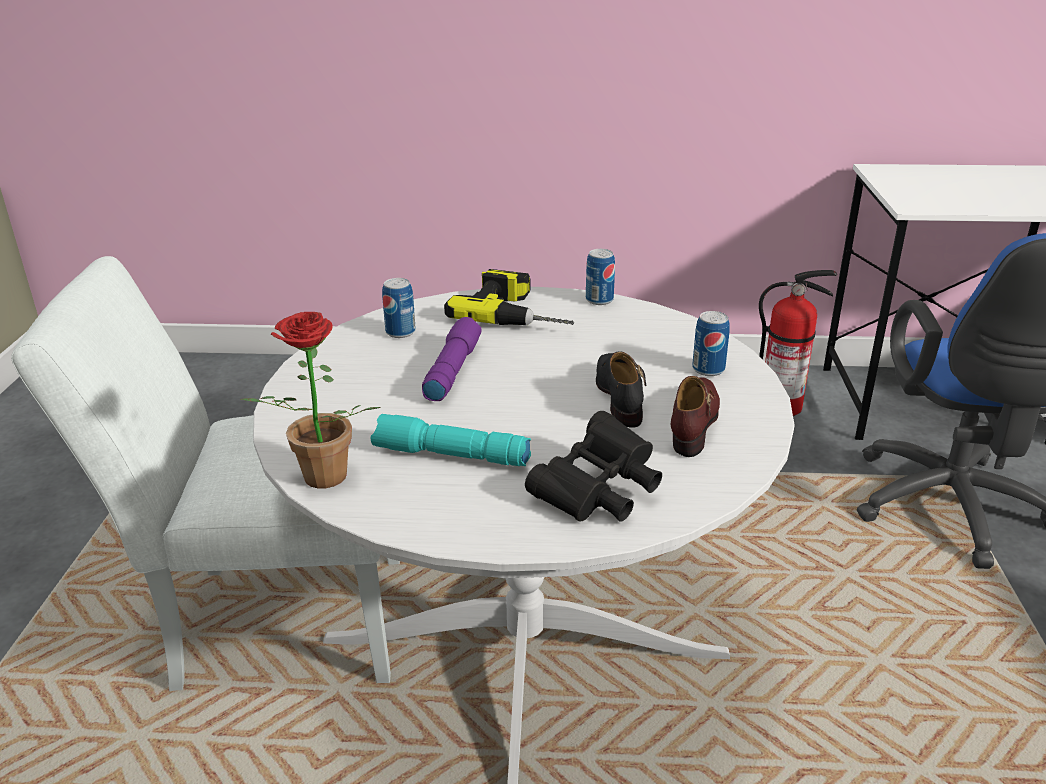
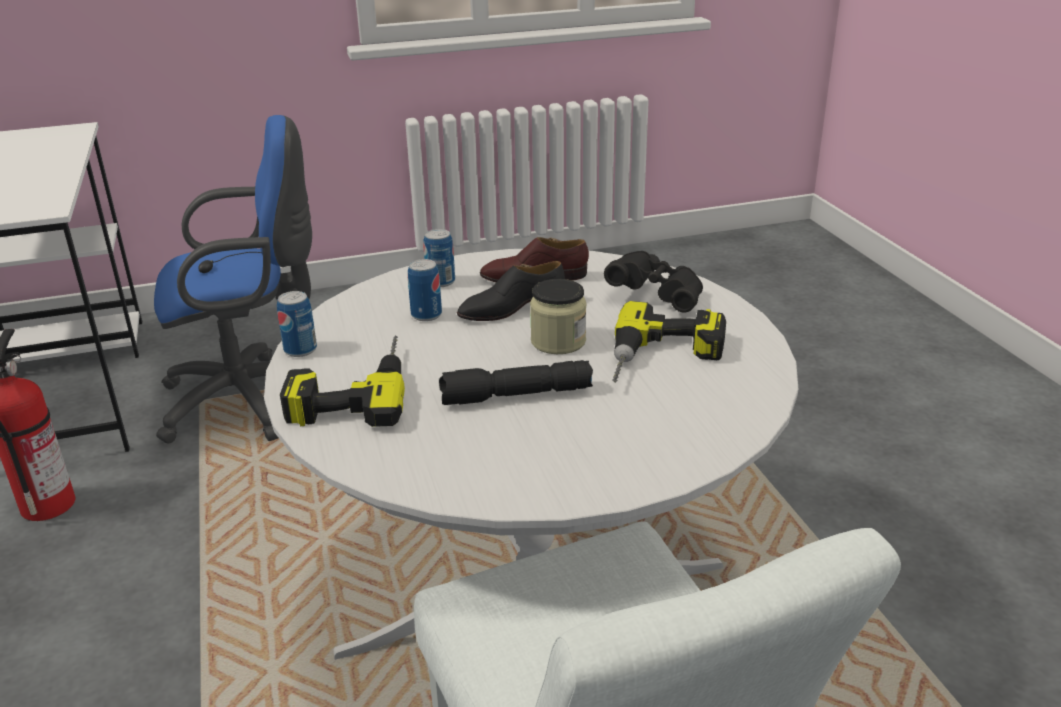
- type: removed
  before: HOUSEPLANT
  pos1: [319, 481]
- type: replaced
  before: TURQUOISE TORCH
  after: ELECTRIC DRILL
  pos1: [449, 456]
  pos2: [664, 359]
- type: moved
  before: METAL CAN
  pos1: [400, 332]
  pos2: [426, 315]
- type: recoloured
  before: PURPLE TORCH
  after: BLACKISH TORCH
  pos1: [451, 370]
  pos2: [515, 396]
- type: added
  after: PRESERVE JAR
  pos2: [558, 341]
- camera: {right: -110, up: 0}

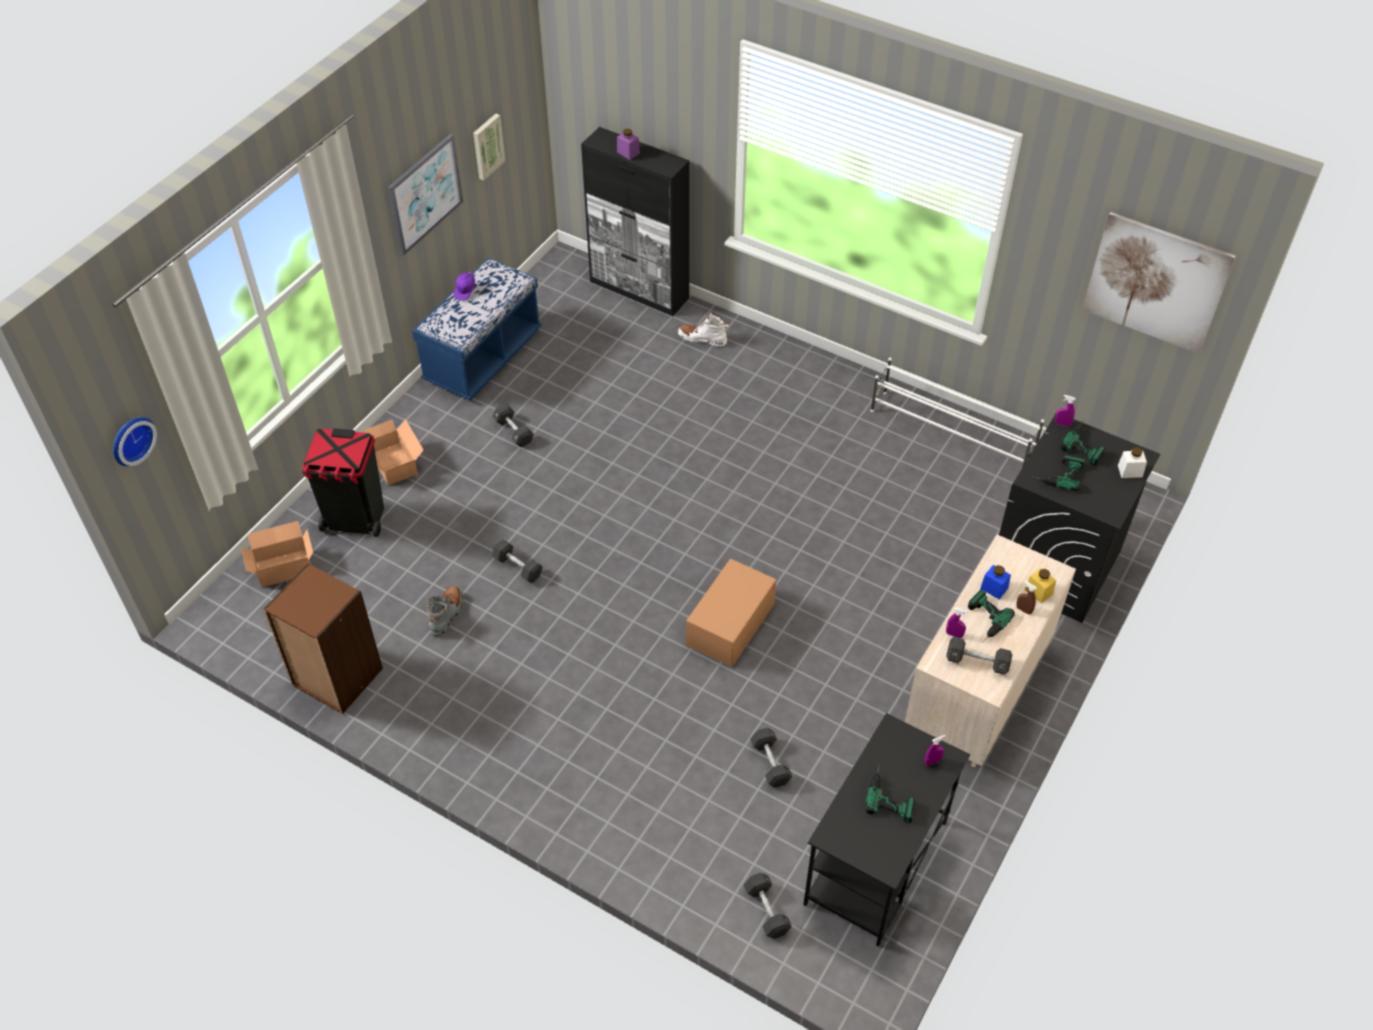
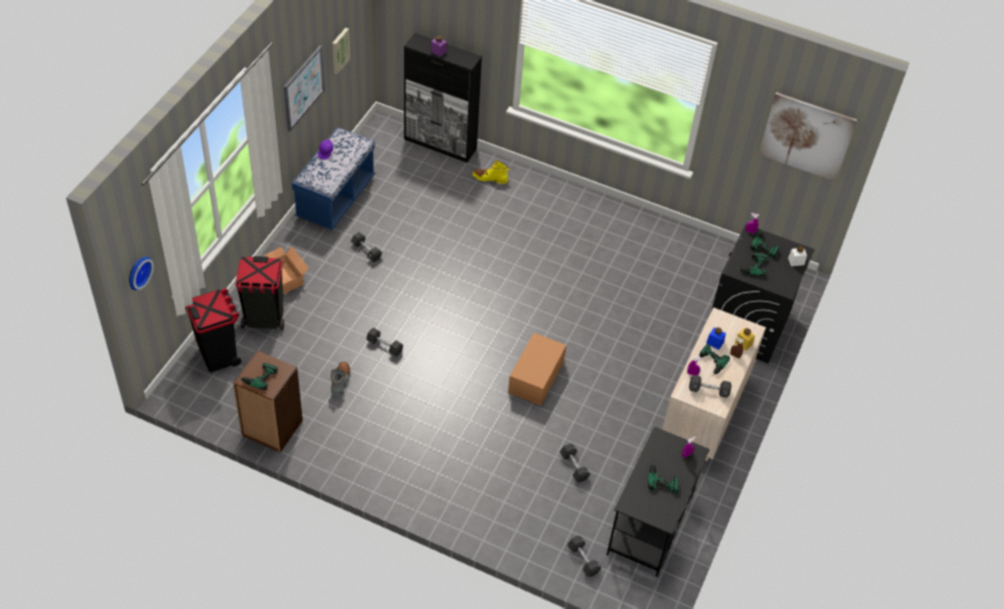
- type: replaced
  before: CARTON
  after: BLACKISH TRASH CAN
  pos1: [282, 566]
  pos2: [218, 354]
- type: recoloured
  before: WHITE-COLOURED HIGH-TOP BOOT
  after: YELLOW HIGH-TOP BOOT
  pos1: [702, 338]
  pos2: [490, 178]
- type: removed
  before: WHITE-COLOURED SHOE STAND
  pos1: [952, 433]
- type: added
  after: ELECTRIC DRILL
  pos2: [256, 376]
- camera: {right: -10, up: 0}

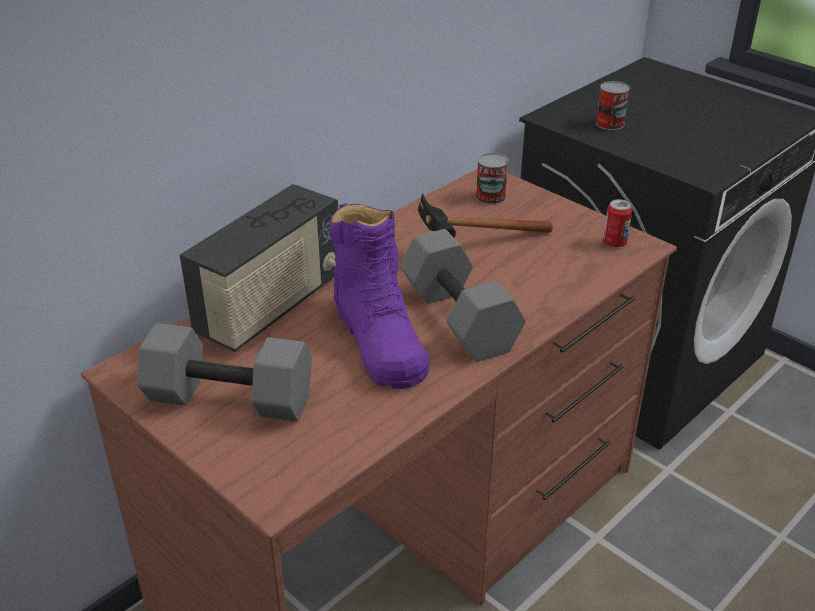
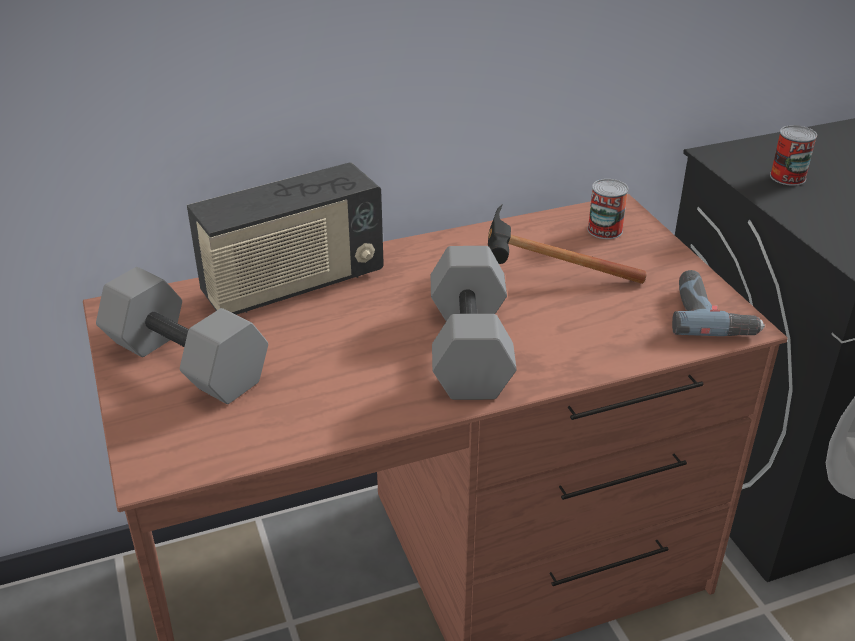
- type: removed
  before: PURPLE HIGH-TOP BOOT
  pos1: [379, 340]
- type: replaced
  before: METAL CAN
  after: ELECTRIC DRILL
  pos1: [614, 243]
  pos2: [711, 314]
- camera: {right: 25, up: 0}

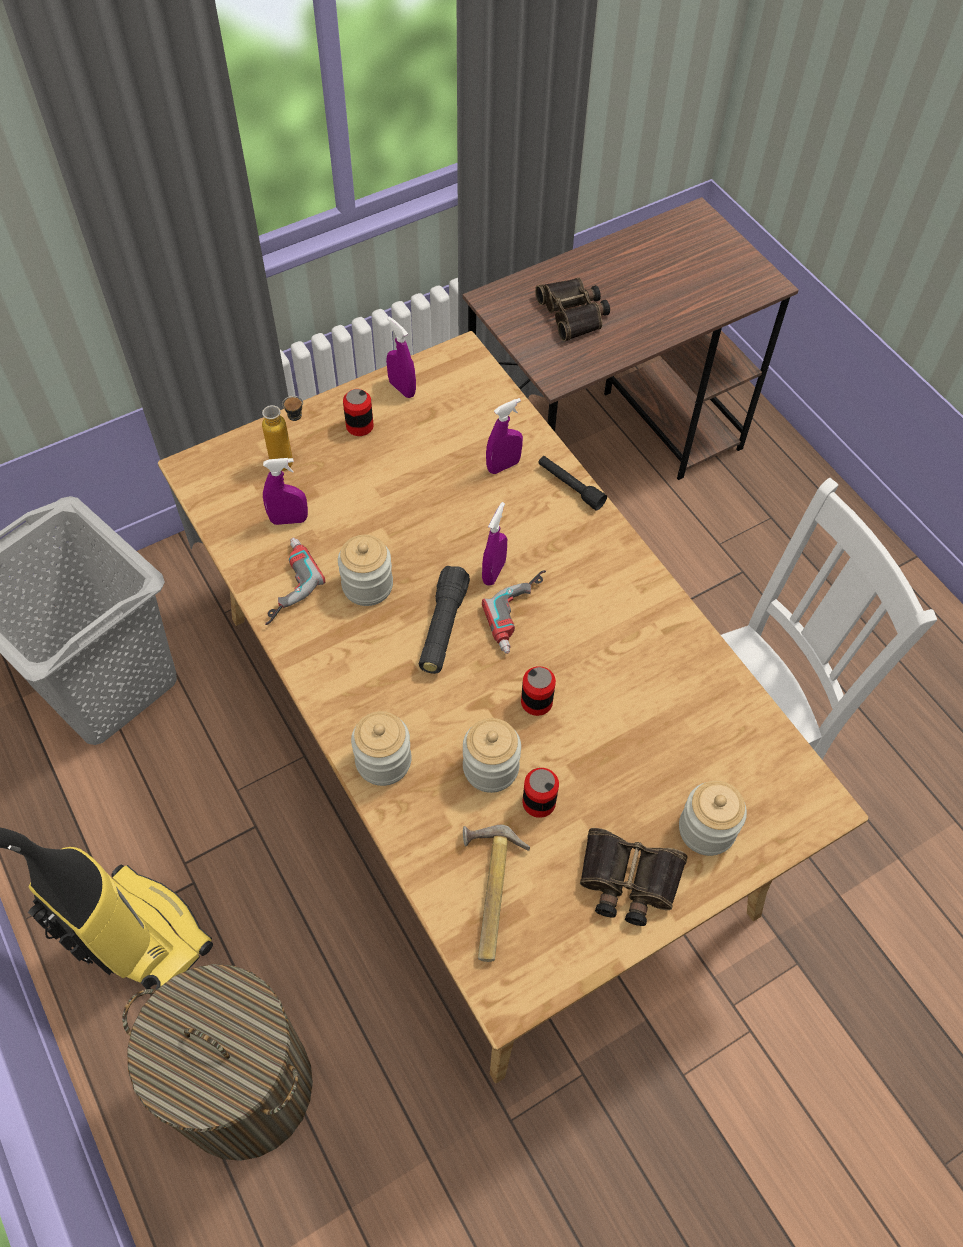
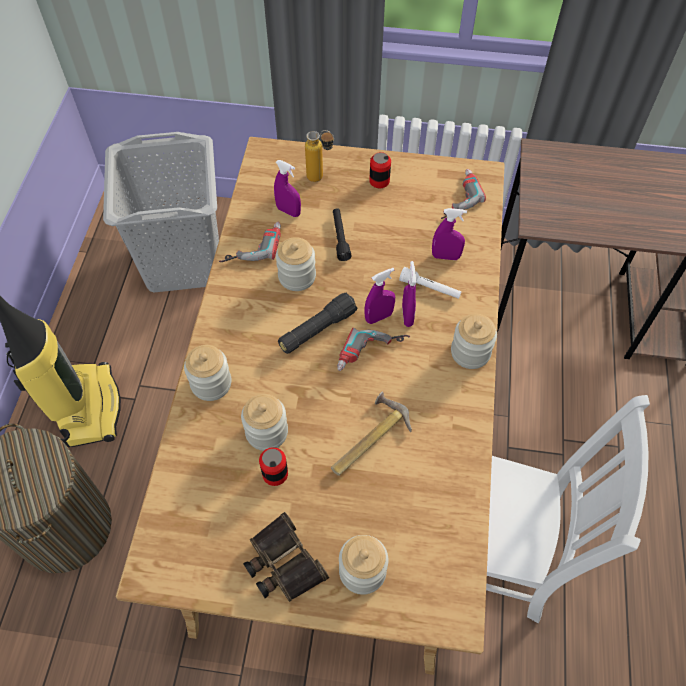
- type: moved
  before: PURPLE HAND SPRAYER
  pos1: [402, 389]
  pos2: [407, 316]
- type: moved
  before: TOOL HAMMER
  pos1: [487, 893]
  pos2: [367, 438]
- type: removed
  before: METAL CAN
  pos1: [536, 702]
- type: removed
  before: BINOCULARS
  pos1: [574, 314]
- type: moved
  before: BLACKISH TORCH
  pos1: [570, 487]
  pos2: [340, 237]
- type: added
  after: WHITE-COLOURED TORCH
  pos2: [430, 288]
- type: added
  after: ELECTRIC DRILL
  pos2: [455, 196]
- type: added
  after: PRESERVE JAR
  pos2: [470, 352]
- camera: {right: 40, up: 0}

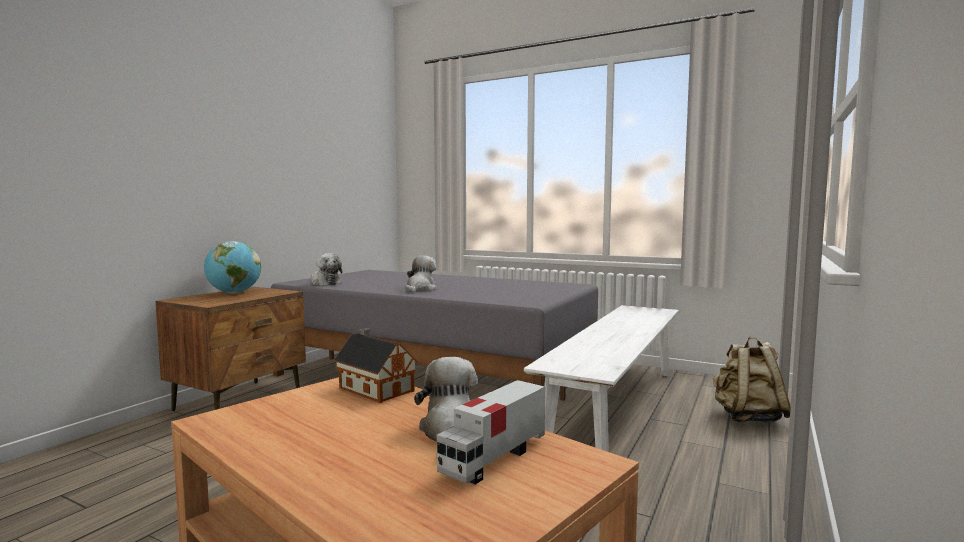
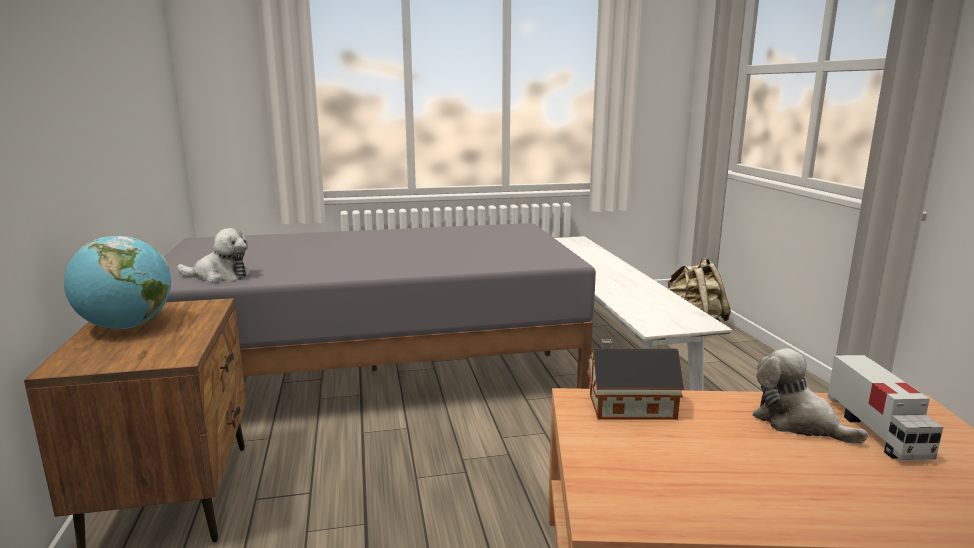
- type: removed
  before: PLUSH TOY
  pos1: [420, 289]
- camera: {right: -40, up: 10}

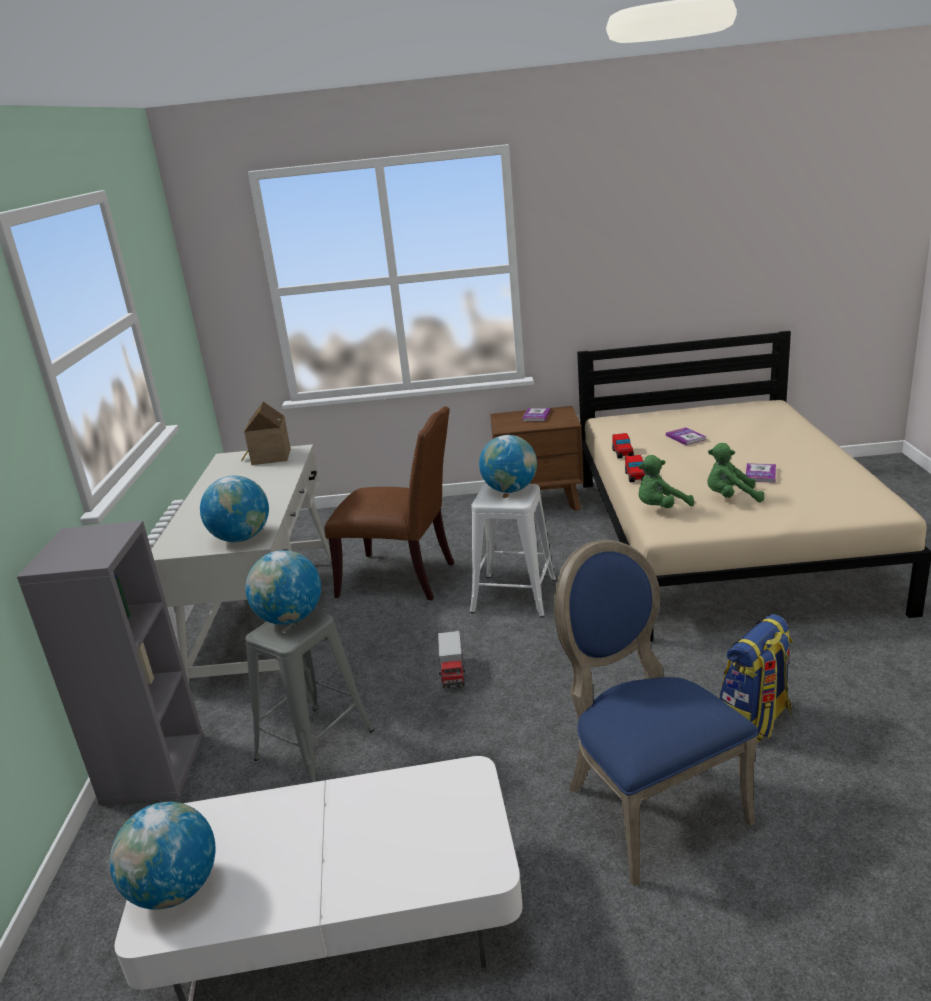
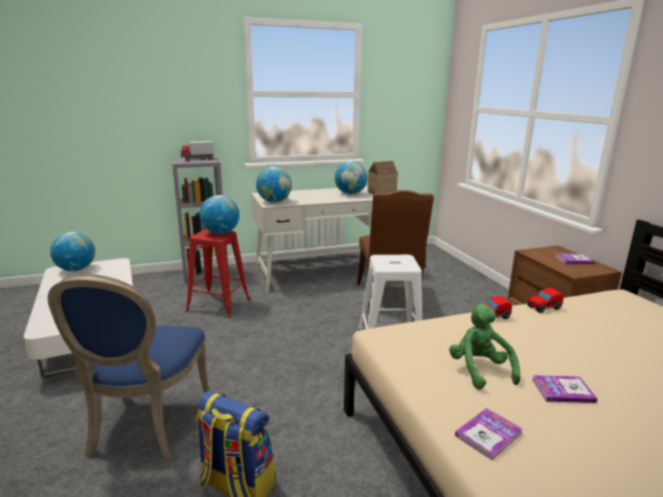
- type: recoloured
  before: GRAY STOOL
  after: REDDISH STOOL
  pos1: [314, 745]
  pos2: [218, 305]
- type: moved
  before: MODEL TRUCK
  pos1: [453, 674]
  pos2: [197, 159]
- type: moved
  before: WORLD GLOBE
  pos1: [510, 490]
  pos2: [350, 194]
- type: turned
  before: BLUE CHAIR
  pos1: [647, 804]
  pos2: [145, 426]
  turn: 135
- type: removed
  before: GREEN-COLOURED PLUSH TOY
  pos1: [660, 508]
- type: moved
  before: BOOK
  pos1: [685, 437]
  pos2: [488, 434]
- camera: {right: 70, up: -5}

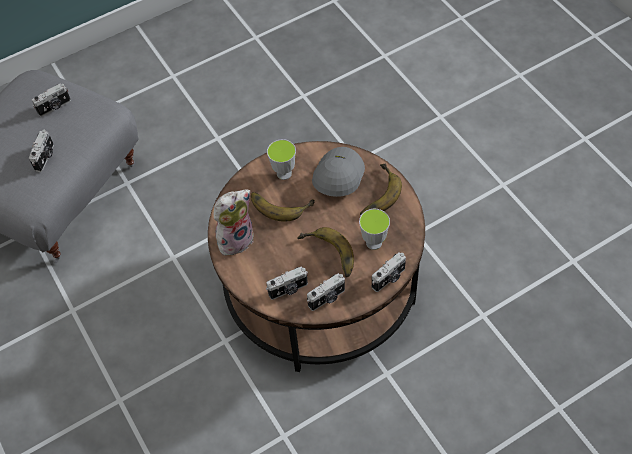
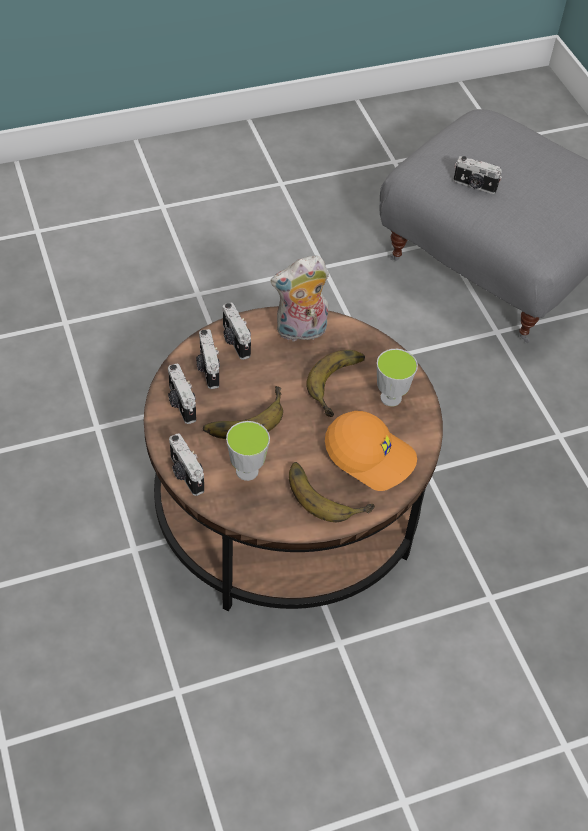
- type: moved
  before: STILL CAMERA
  pos1: [55, 107]
  pos2: [234, 341]
- type: turned
  before: PLUSH TOY
  pos1: [235, 238]
  pos2: [300, 332]
  turn: 105
- type: recoloured
  before: GRAY BASEBALL CAP
  after: ORANGE-COLOURED BASEBALL CAP
  pos1: [337, 176]
  pos2: [370, 455]
- camera: {right: 95, up: -5}

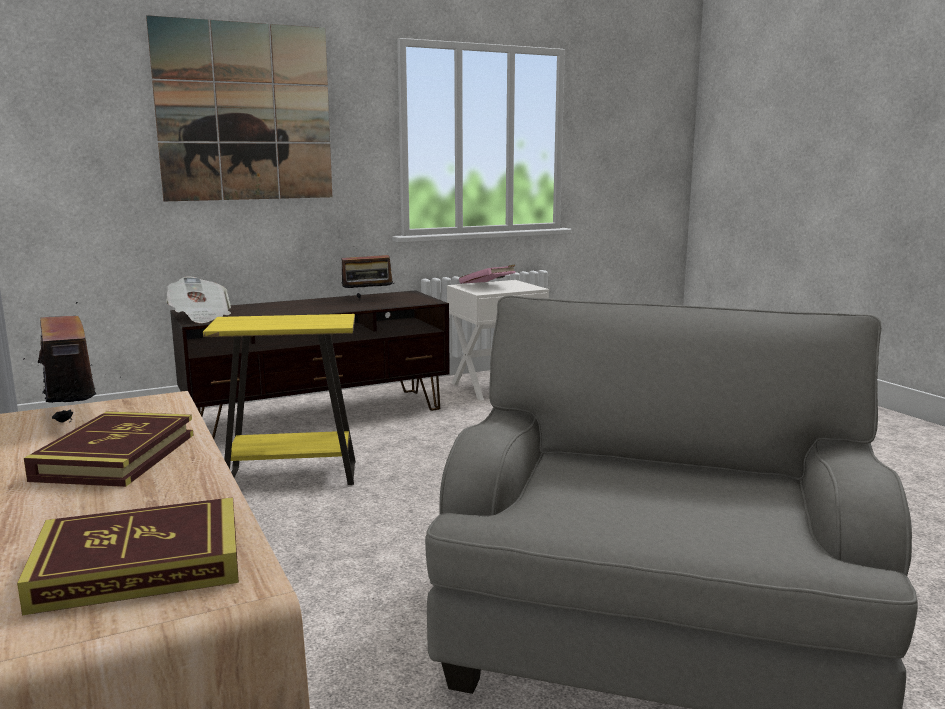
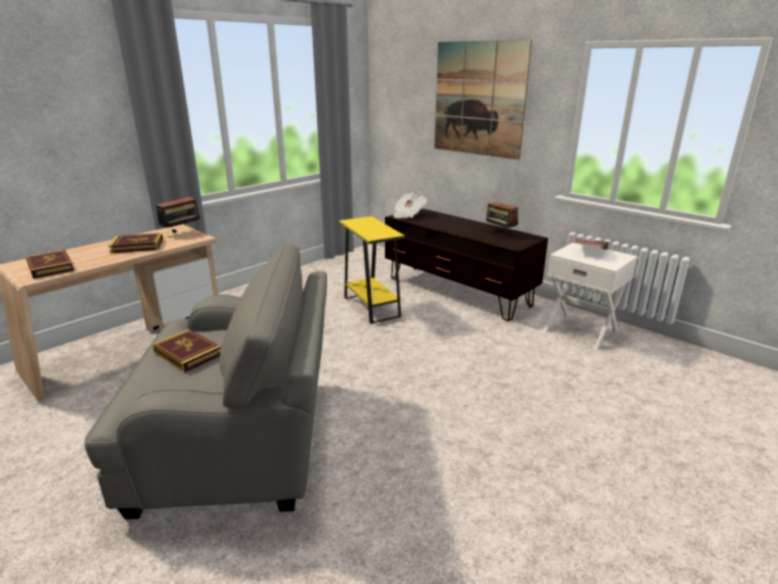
- type: added
  after: BOOK
  pos2: [187, 353]
- camera: {right: 70, up: 10}

